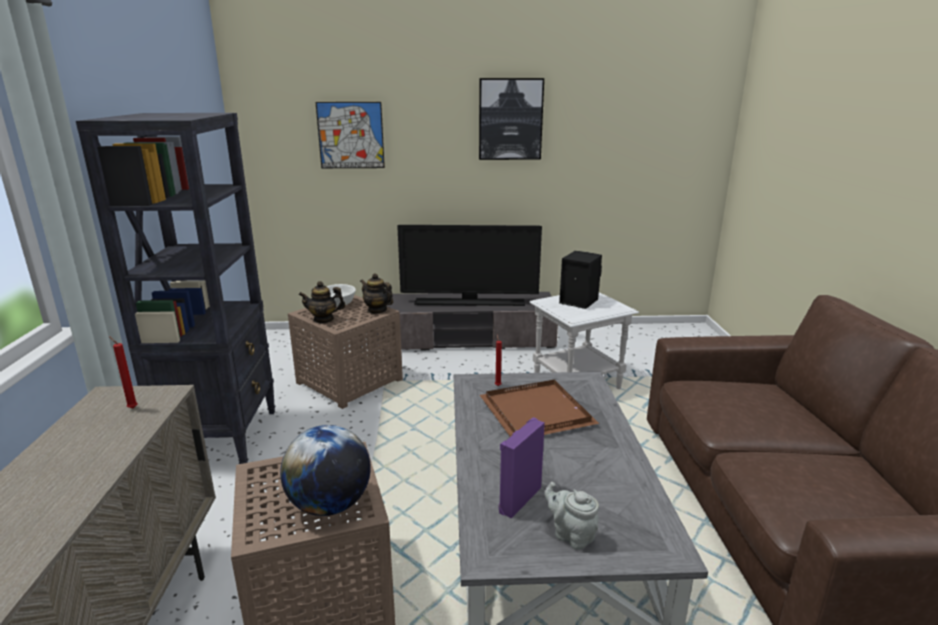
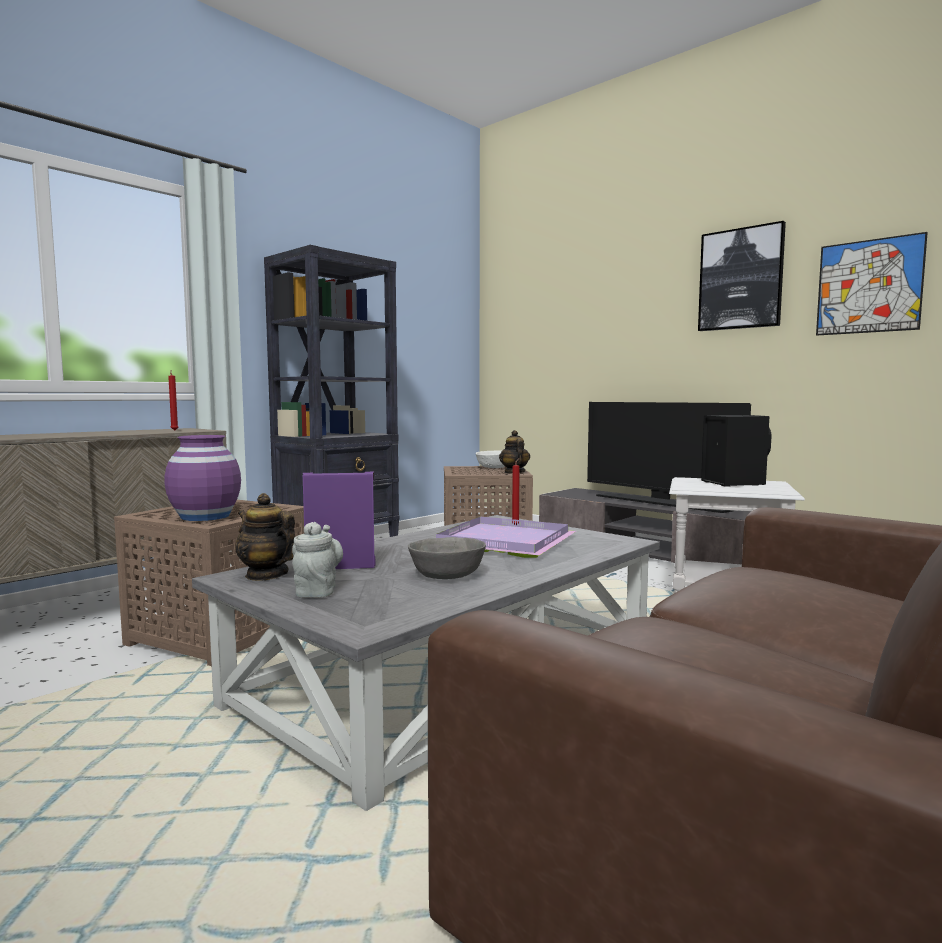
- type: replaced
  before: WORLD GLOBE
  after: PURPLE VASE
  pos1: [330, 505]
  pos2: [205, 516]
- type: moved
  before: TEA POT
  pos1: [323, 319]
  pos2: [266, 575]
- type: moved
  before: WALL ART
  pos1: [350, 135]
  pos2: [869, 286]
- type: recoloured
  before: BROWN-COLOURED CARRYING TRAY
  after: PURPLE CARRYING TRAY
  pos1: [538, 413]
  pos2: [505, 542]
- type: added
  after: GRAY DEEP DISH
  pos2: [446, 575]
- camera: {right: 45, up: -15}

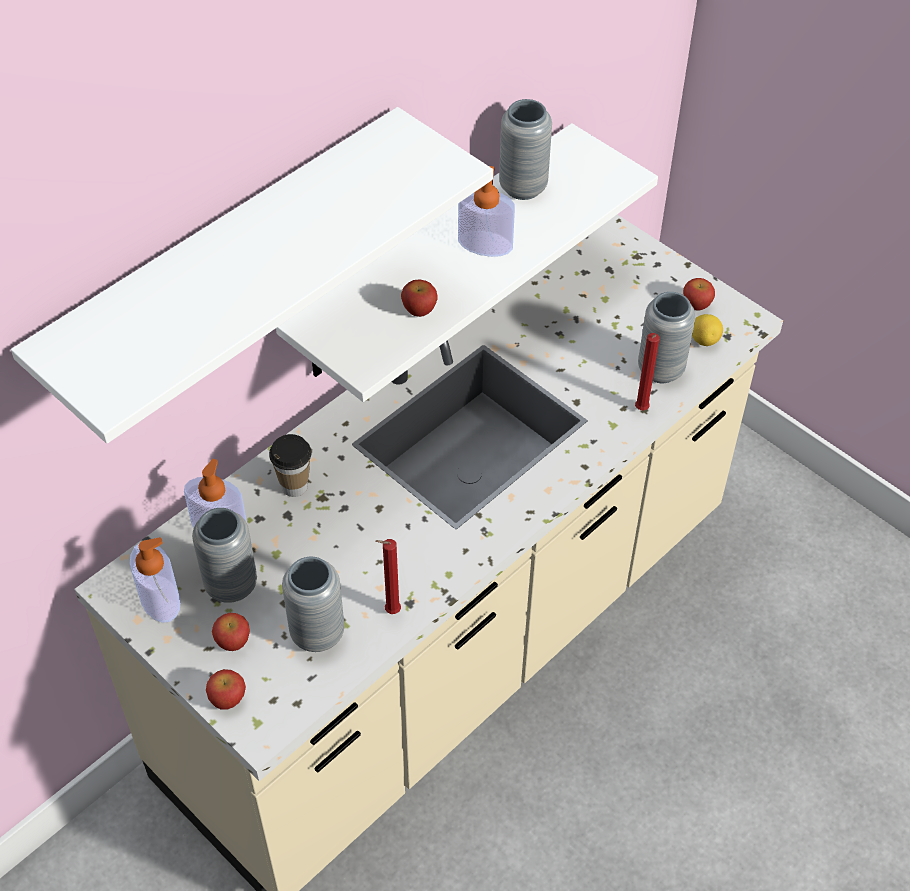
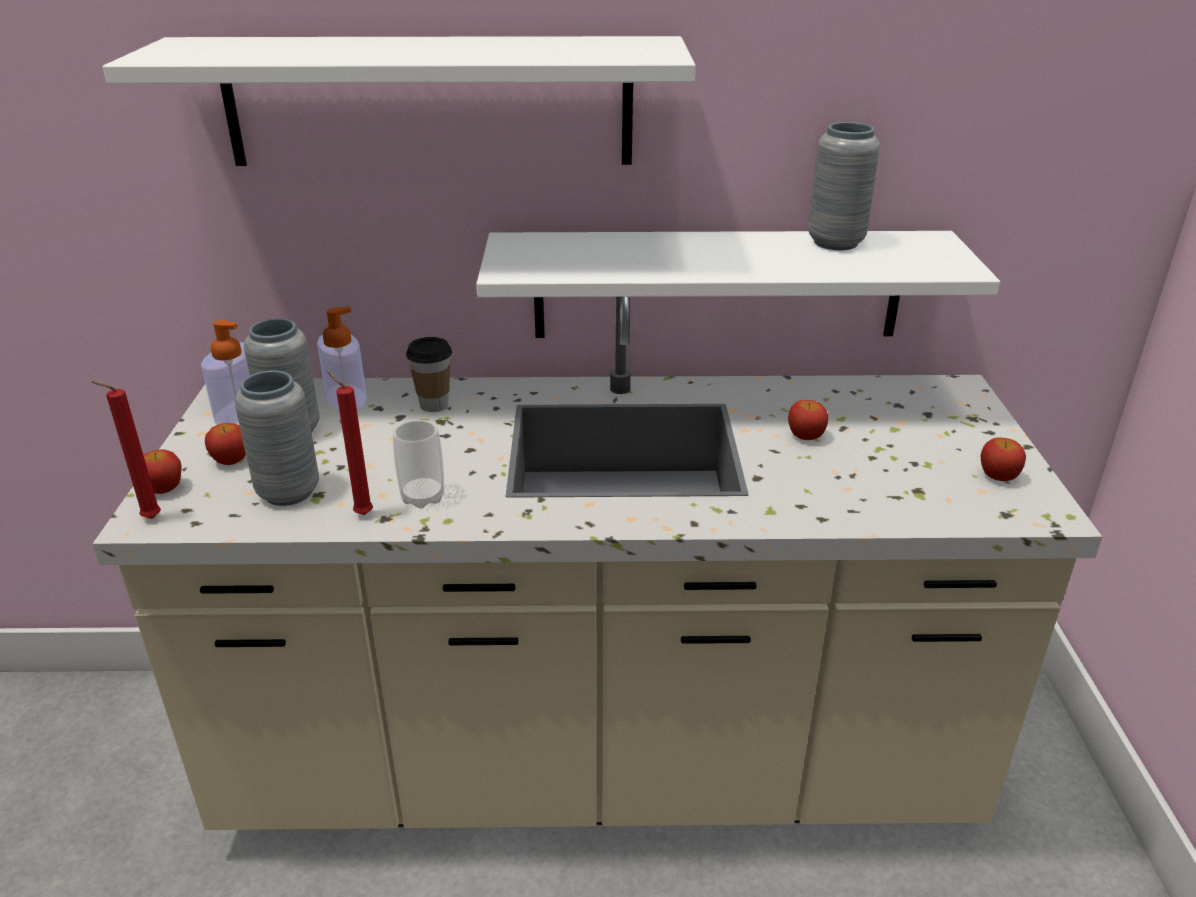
- type: moved
  before: WHOLE APPLE
  pos1: [419, 310]
  pos2: [805, 436]
- type: removed
  before: SOAP BOTTLE
  pos1: [485, 244]
- type: moved
  before: REDDISH WAX CANDLE
  pos1: [640, 410]
  pos2: [148, 519]
- type: removed
  before: GRAY VASE
  pos1: [660, 370]
- type: removed
  before: LEMON
  pos1: [704, 340]
- type: added
  after: CUP
  pos2: [423, 497]
- camera: {right: 45, up: -20}

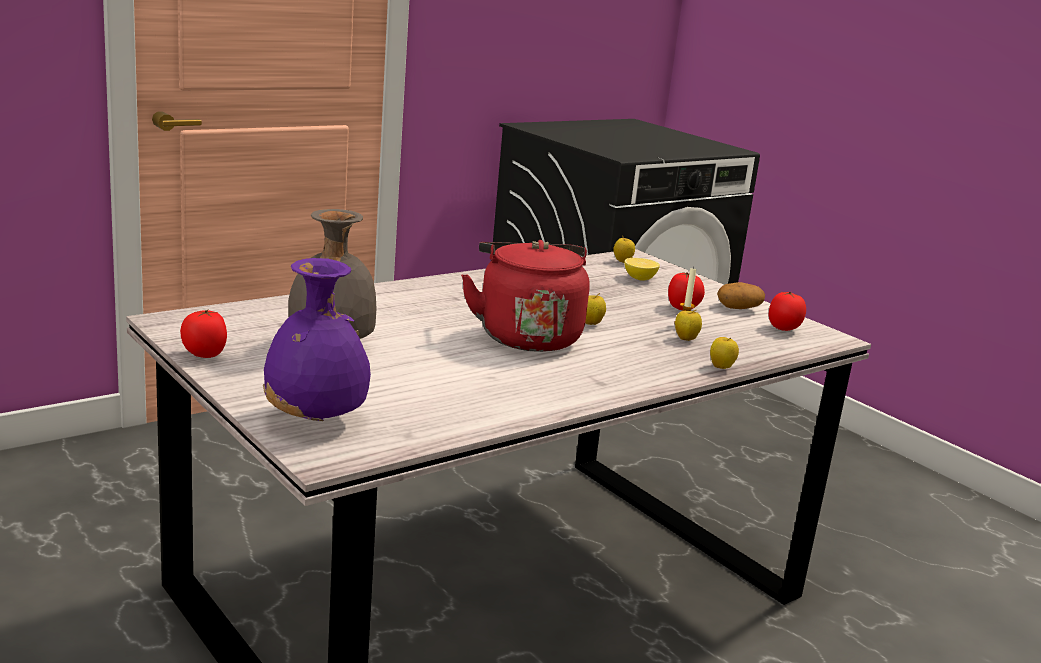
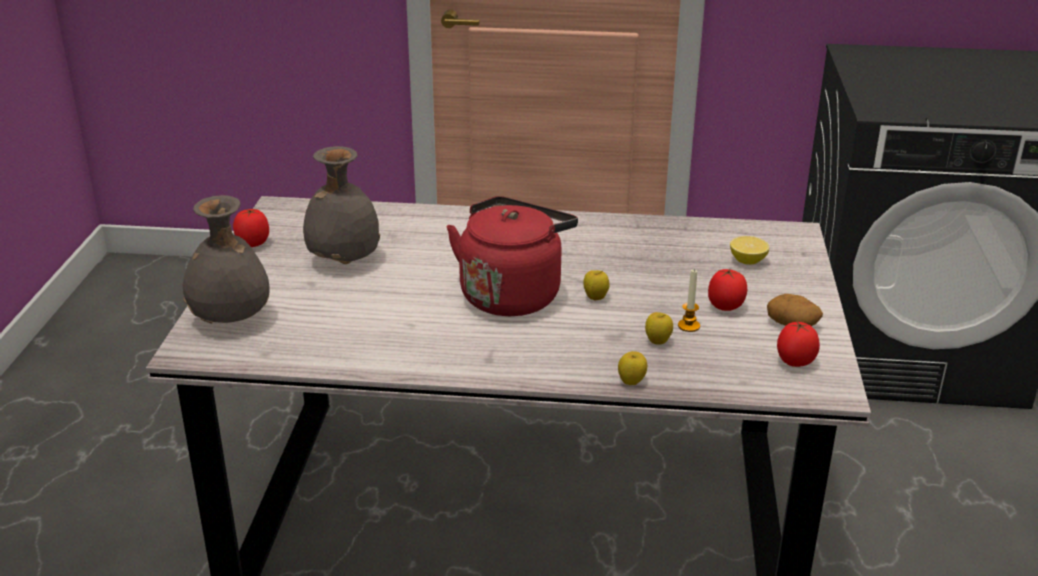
- type: recoloured
  before: PURPLE VASE
  after: GRAY VASE
  pos1: [316, 420]
  pos2: [231, 320]
- type: removed
  before: WHOLE APPLE
  pos1: [622, 262]
- camera: {right: 45, up: 10}

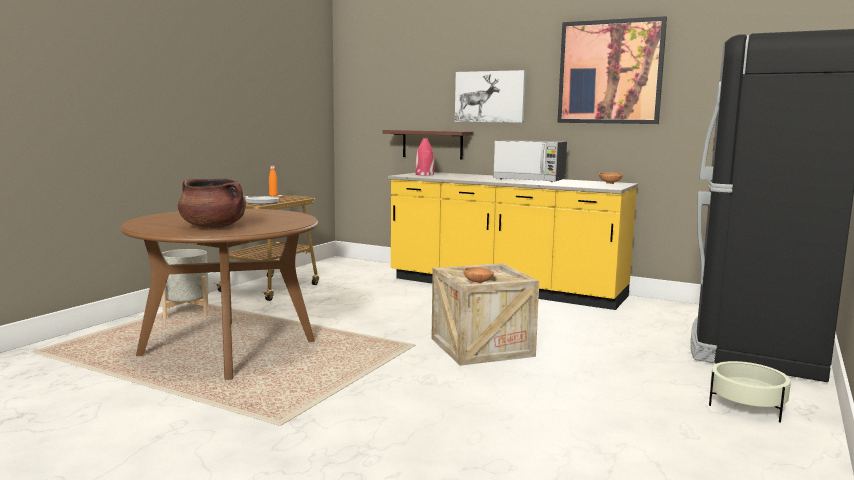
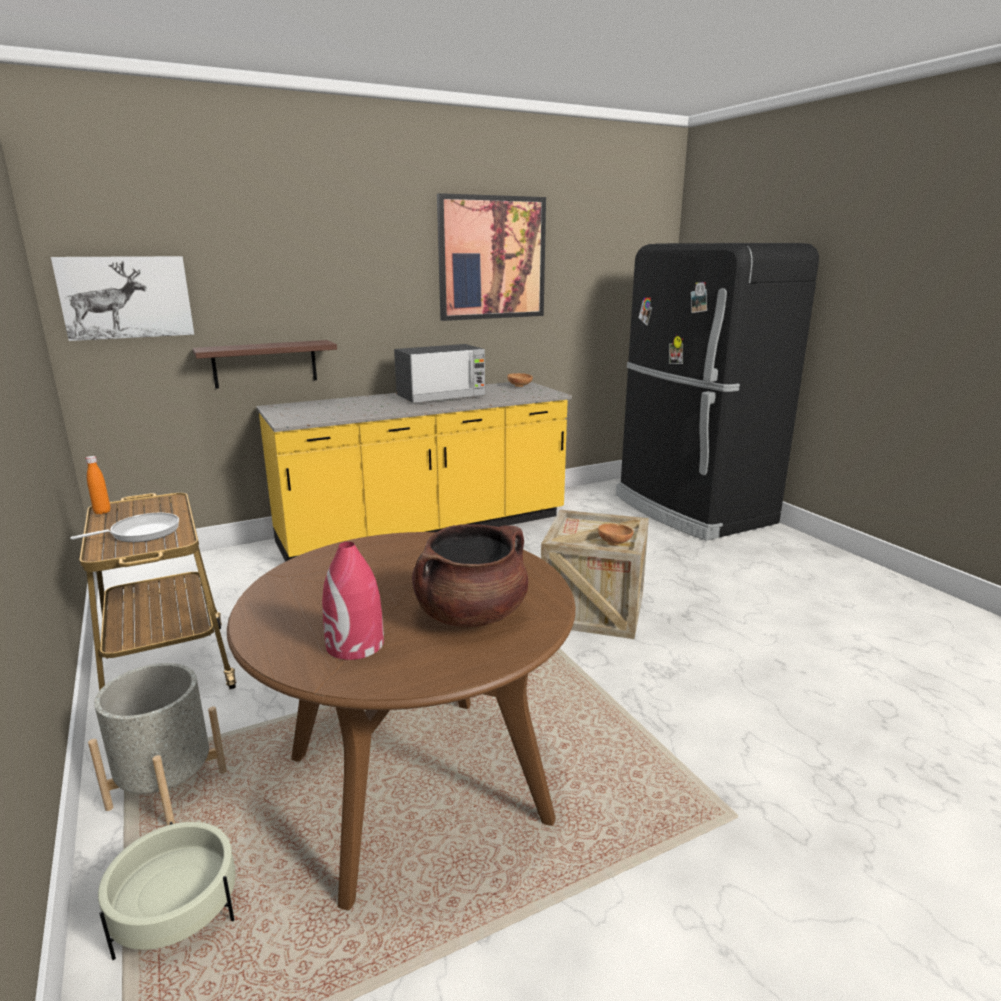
- type: moved
  before: REDDISH VASE
  pos1: [424, 174]
  pos2: [355, 645]
- type: moved
  before: WALL ART
  pos1: [490, 97]
  pos2: [126, 297]
- type: moved
  before: BEIGE-COLOURED PLANTER
  pos1: [746, 407]
  pos2: [176, 913]
- camera: {right: -55, up: 10}

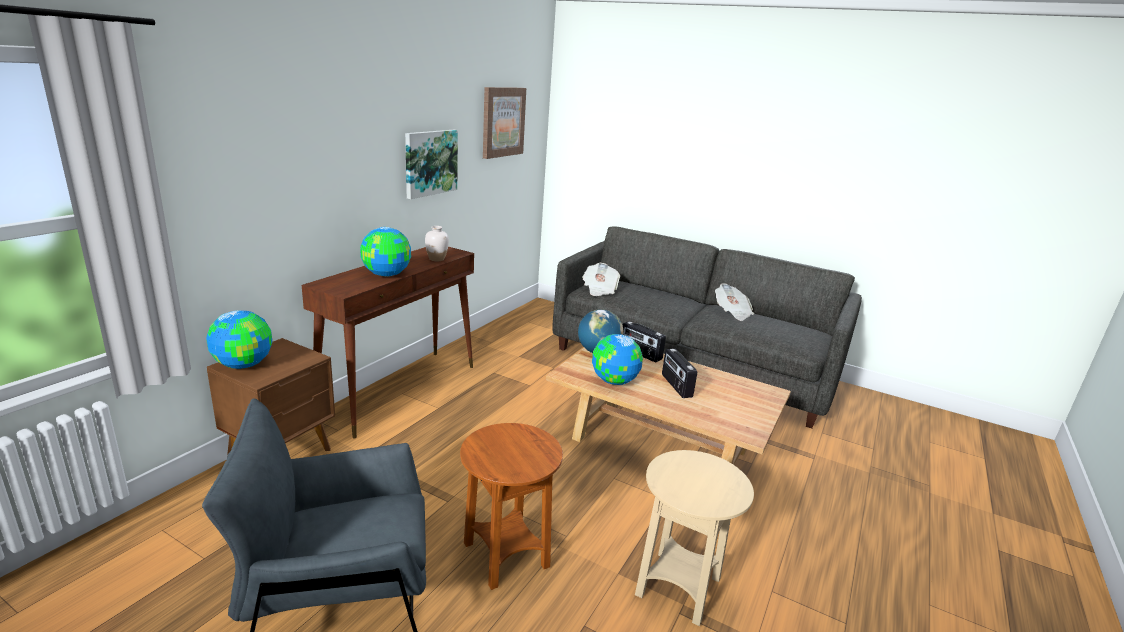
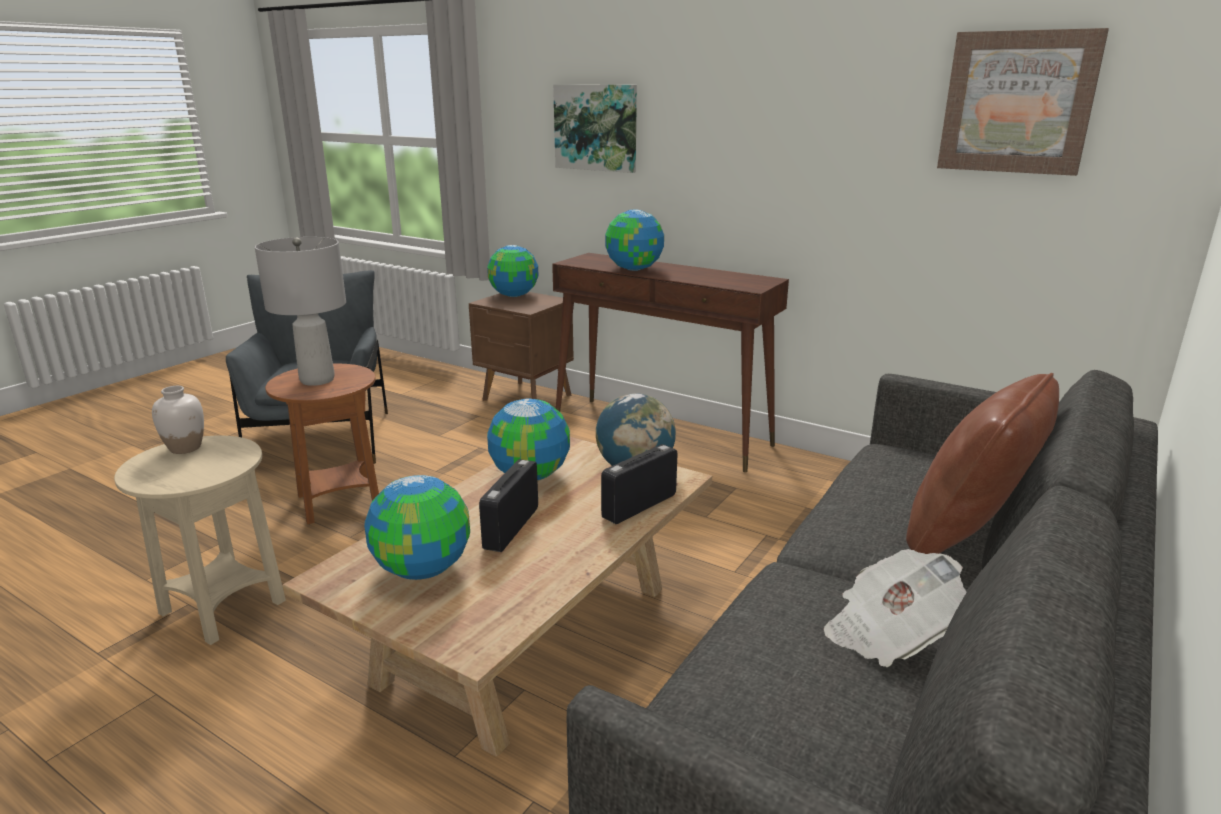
- type: moved
  before: WALL ART
  pos1: [430, 162]
  pos2: [596, 127]
- type: moved
  before: WHITE-COLOURED VASE
  pos1: [437, 259]
  pos2: [185, 448]
- type: removed
  before: PRINTED PAPER
  pos1: [599, 290]
- type: turned
  before: RADIO SET
  pos1: [676, 386]
  pos2: [510, 528]
  turn: -60
- type: added
  after: GRAY TABLETOP LAMP
  pos2: [317, 380]
- type: added
  after: WORLD GLOBE
  pos2: [423, 569]
- type: added
  after: BROWN-COLOURED CUSHION
  pos2: [968, 536]
- camera: {right: 95, up: 0}

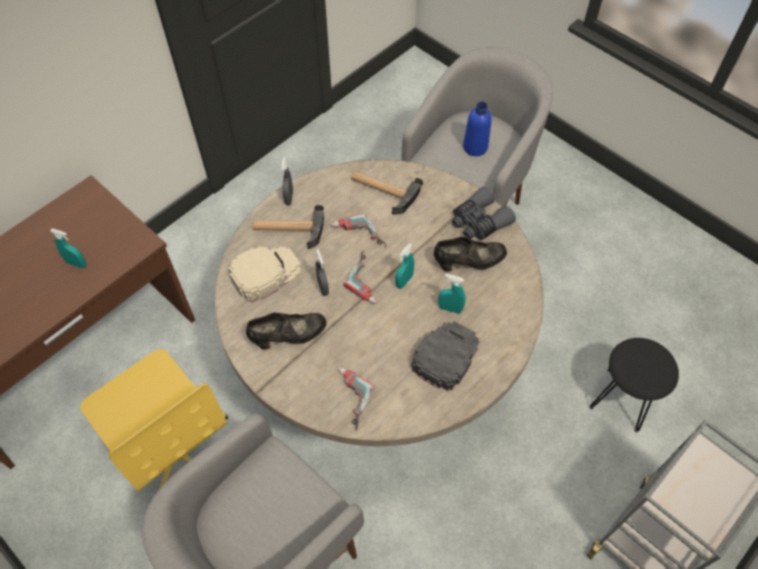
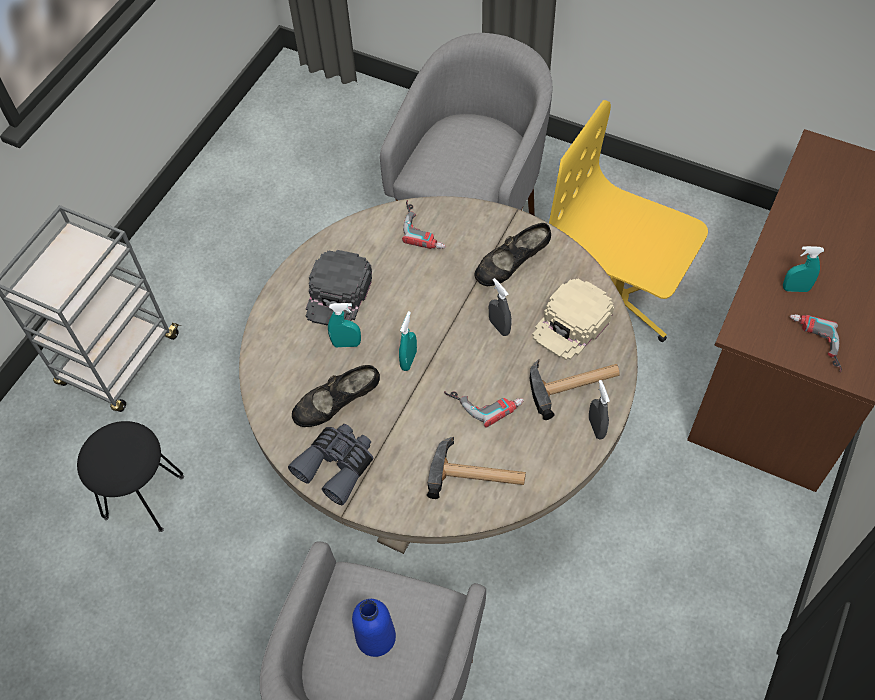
- type: moved
  before: ELECTRIC DRILL
  pos1: [368, 280]
  pos2: [813, 344]
- camera: {right: 165, up: 0}

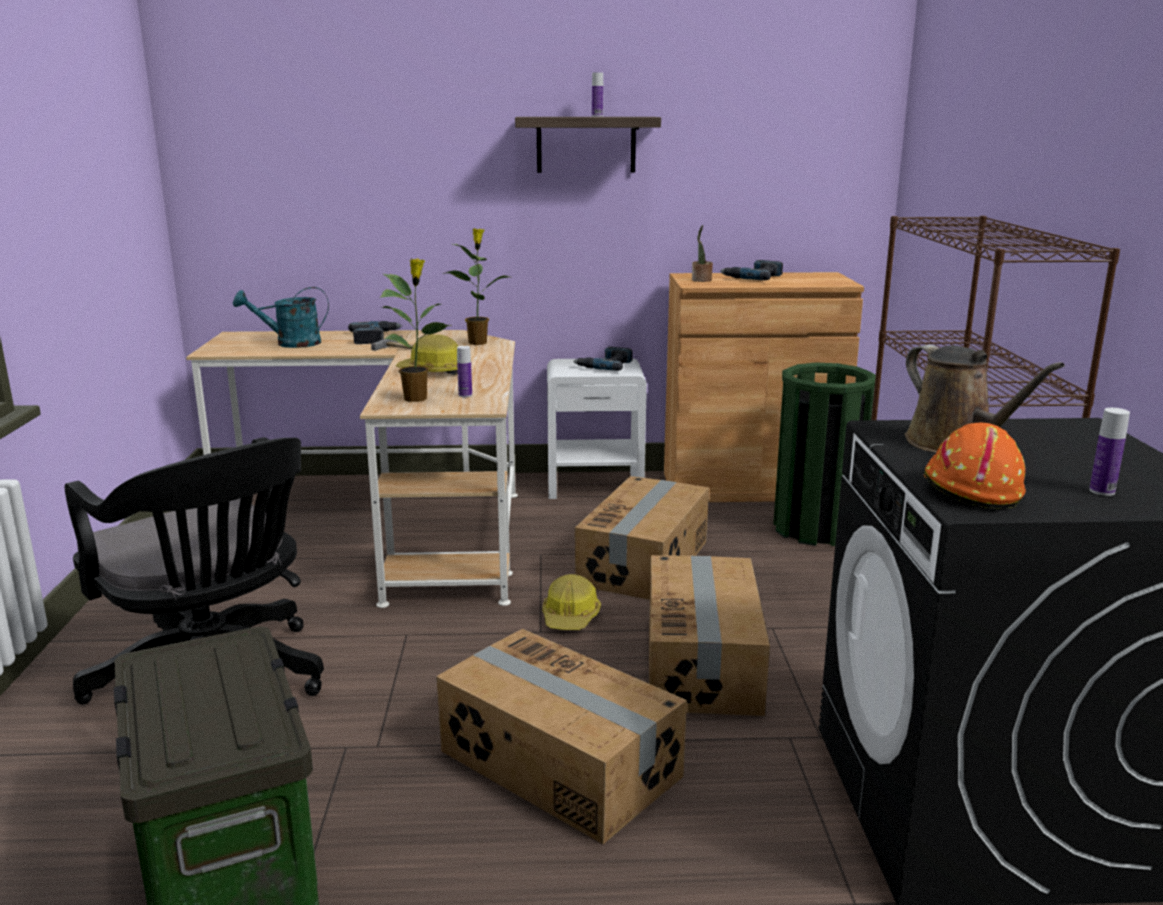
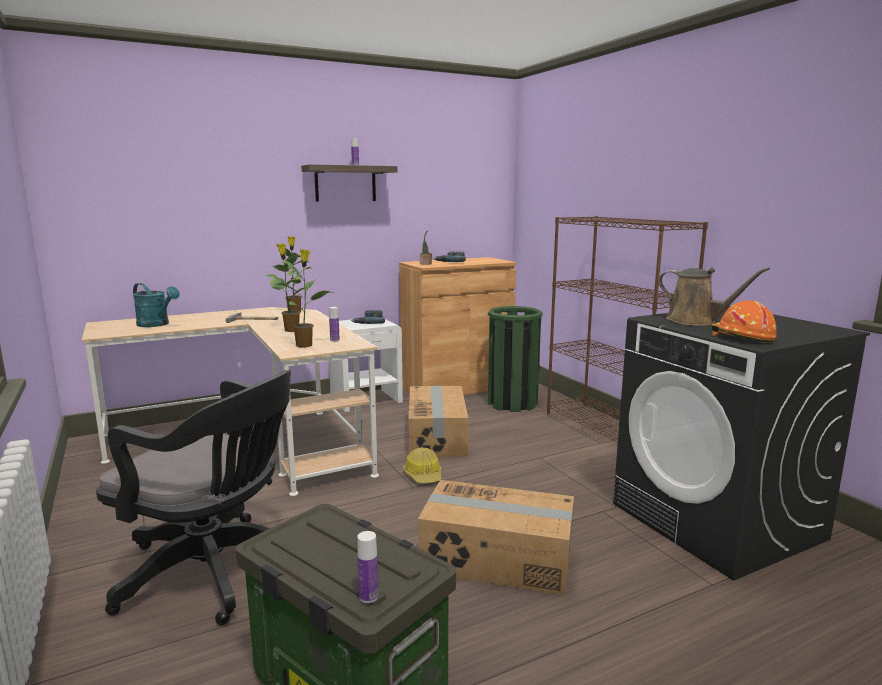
- type: turned
  before: TURQUOISE SPRINKLING CAN
  pos1: [290, 344]
  pos2: [157, 324]
  turn: -105
- type: removed
  before: ELECTRIC DRILL
  pos1: [375, 337]
- type: replaced
  before: HARD HAT
  after: HOUSEPLANT
  pos1: [432, 371]
  pos2: [290, 330]
- type: removed
  before: CARTON
  pos1: [703, 662]
- type: moved
  before: BOTTLE
  pos1: [1102, 491]
  pos2: [368, 597]
- camera: {right: -25, up: -5}

